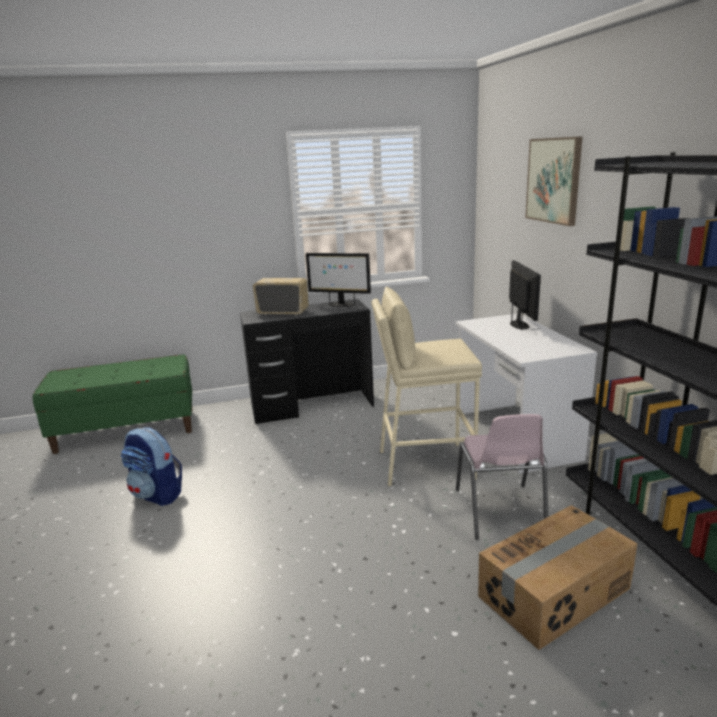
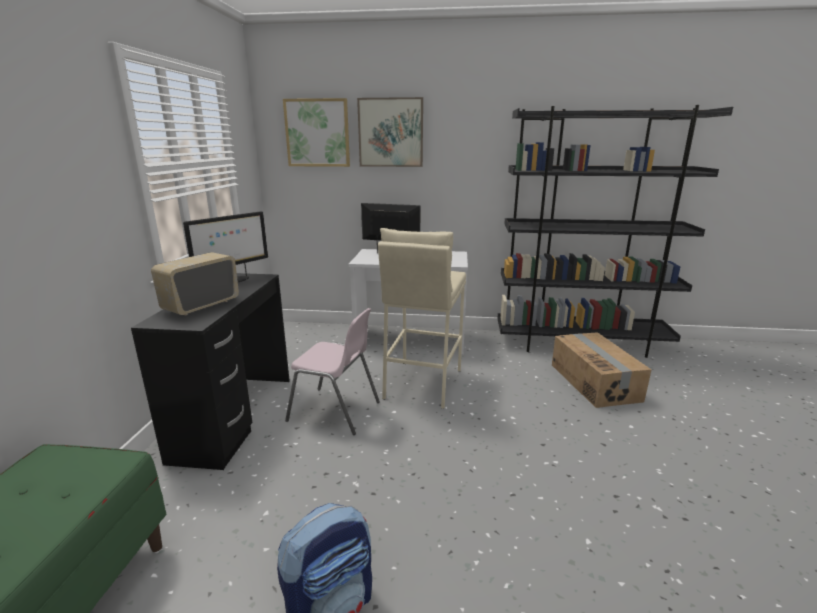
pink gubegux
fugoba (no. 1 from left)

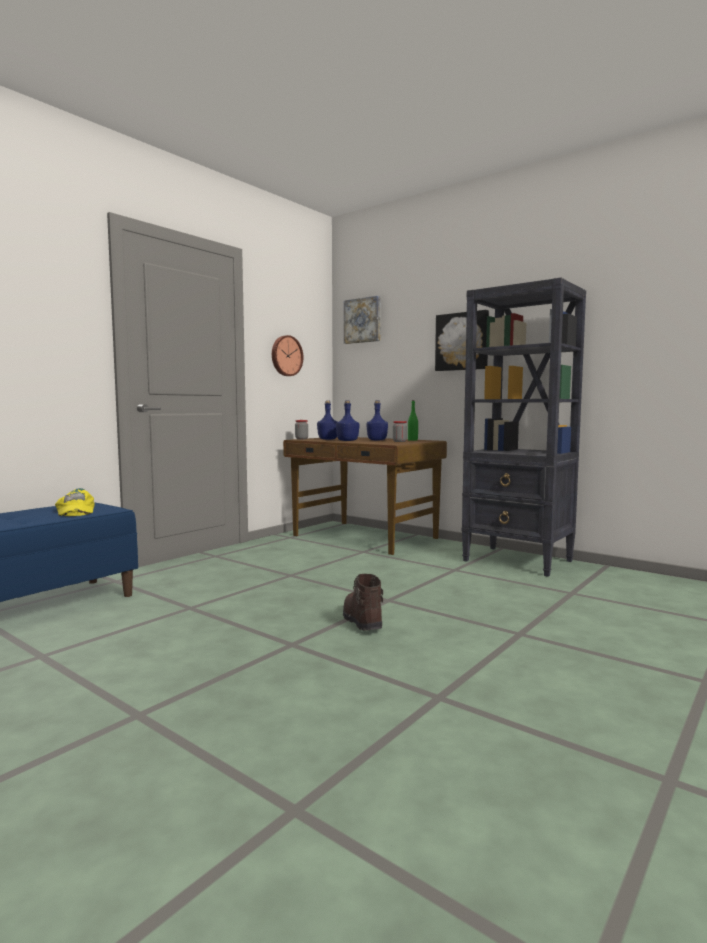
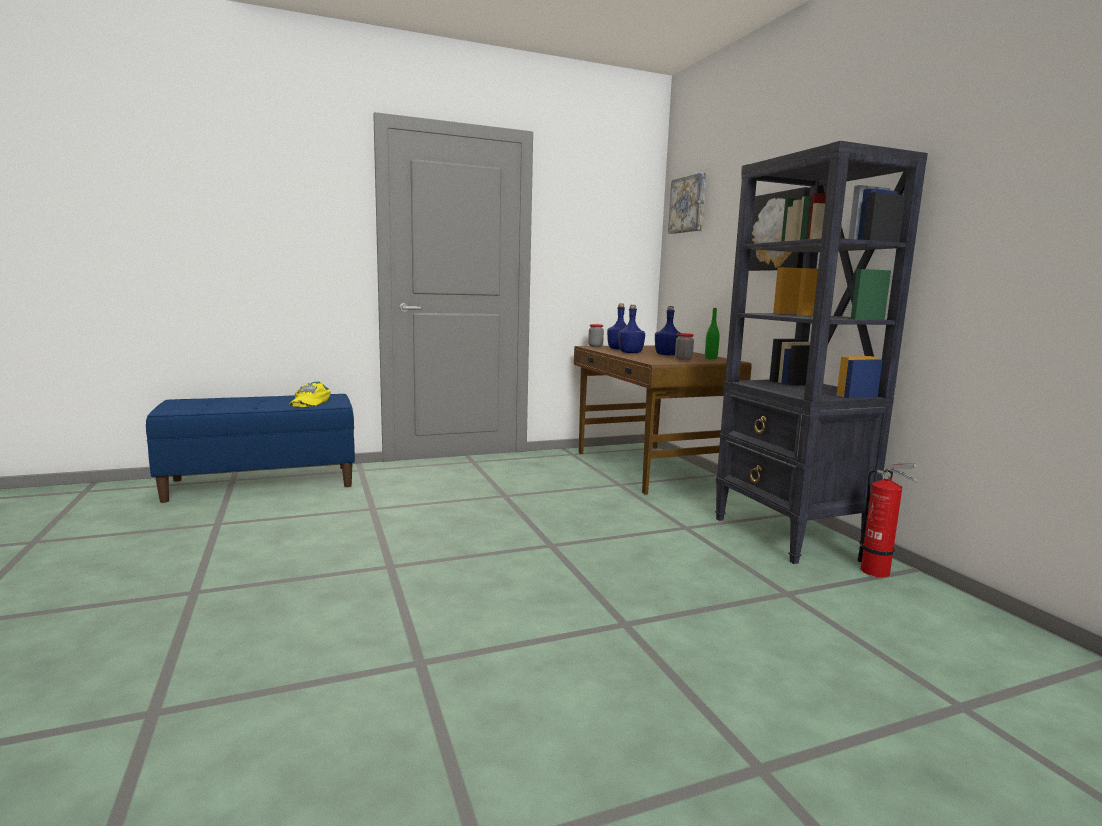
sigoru
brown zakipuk
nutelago

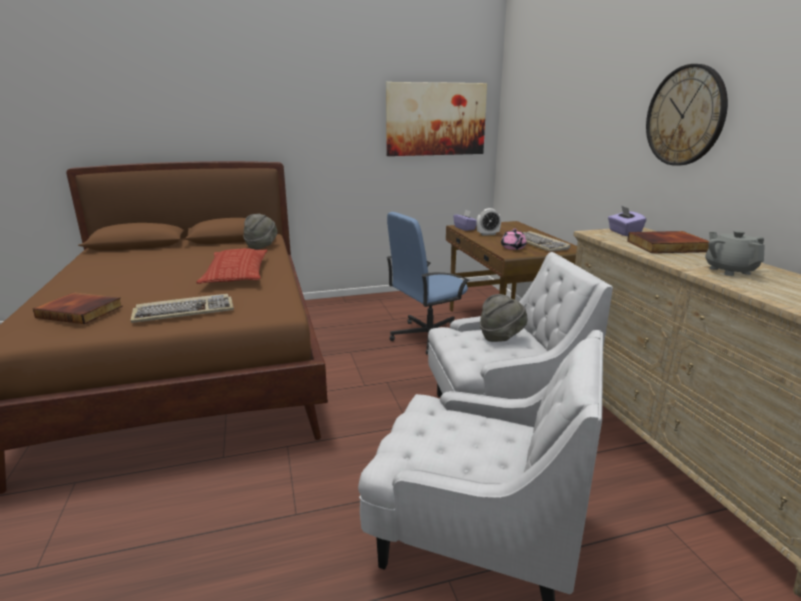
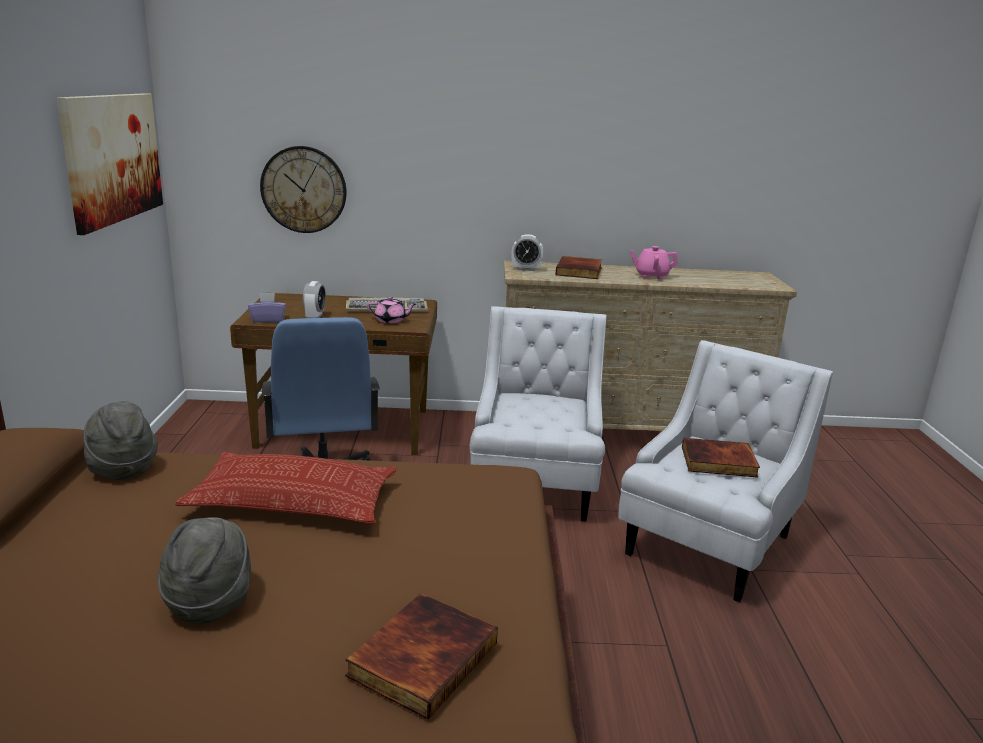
sigoru
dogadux (no. 2 from left)
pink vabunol (no. 2 from left)
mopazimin (no. 1 from left in the first image)
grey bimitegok (no. 2 from left)
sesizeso (no. 3 from left)

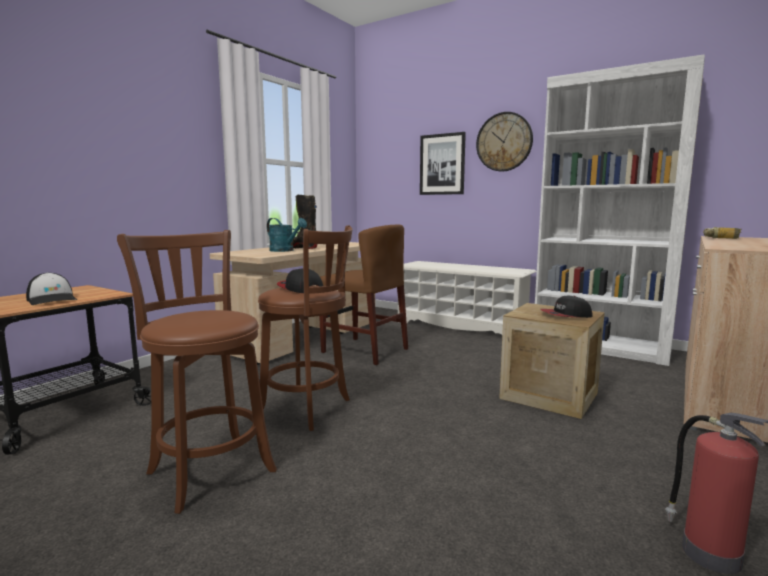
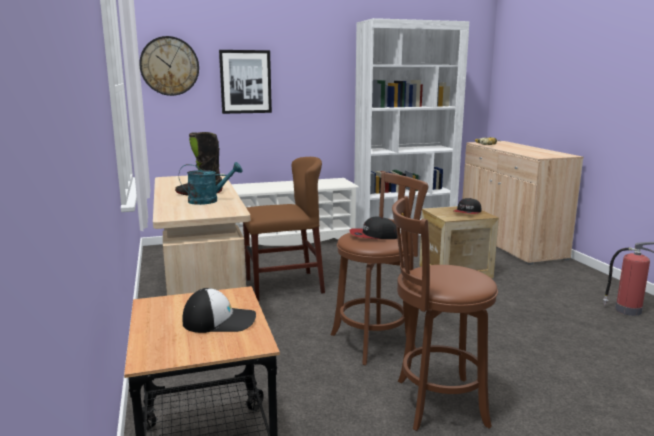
sigoru

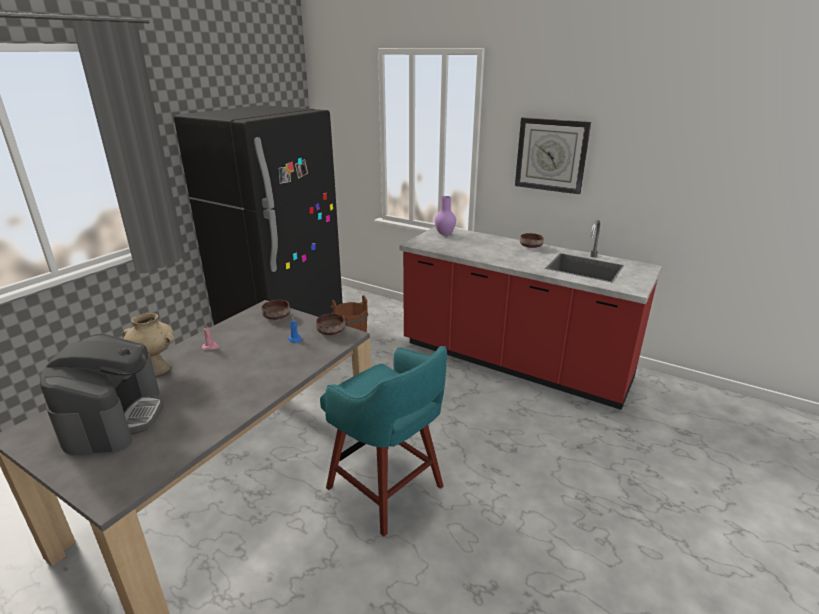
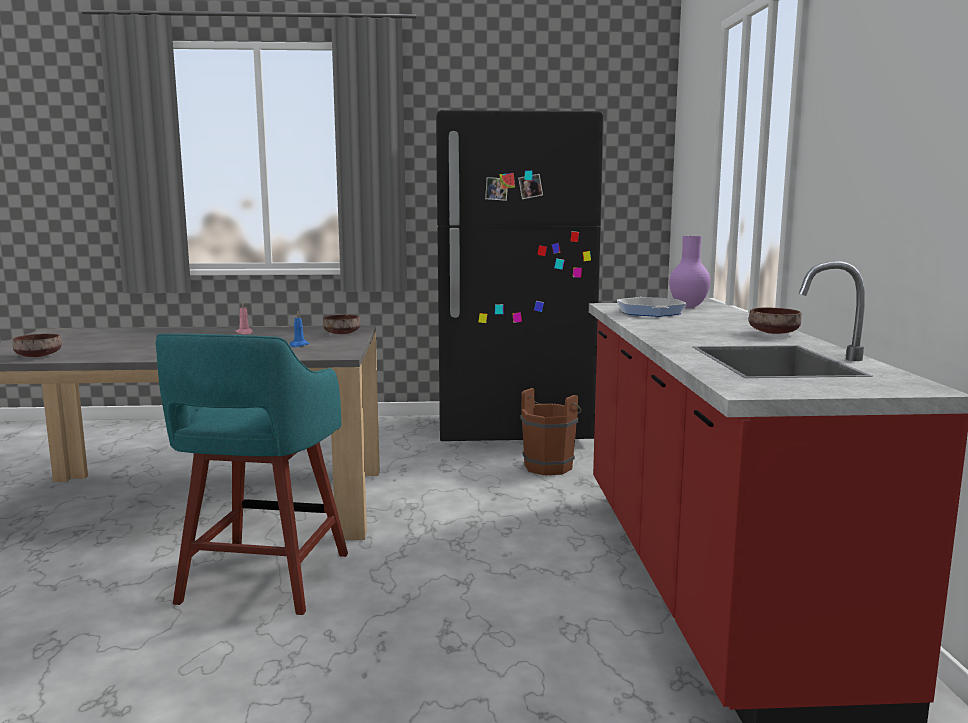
sigoru
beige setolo
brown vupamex (no. 1 from left)
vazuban
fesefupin

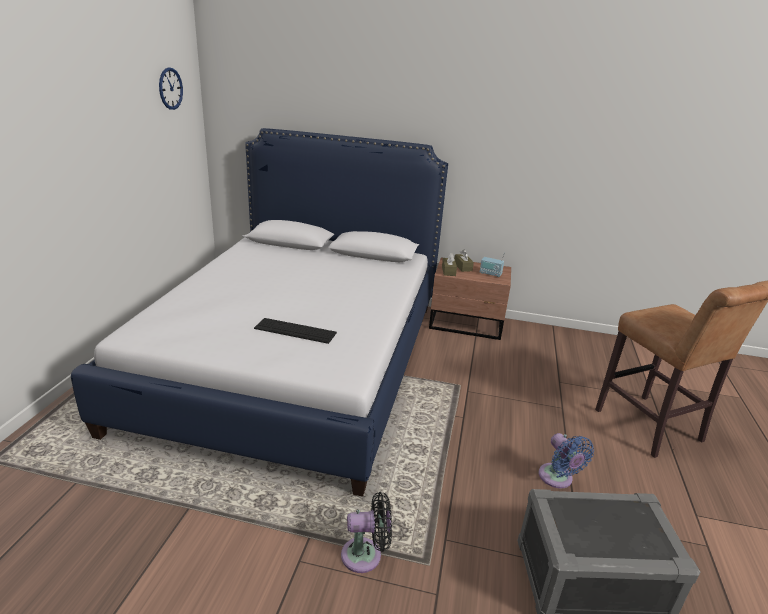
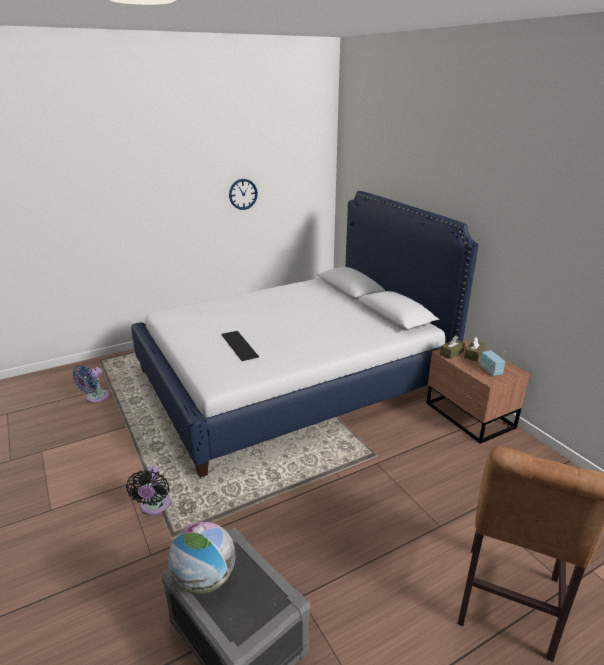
sigoru
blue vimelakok
black vimelakok
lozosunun

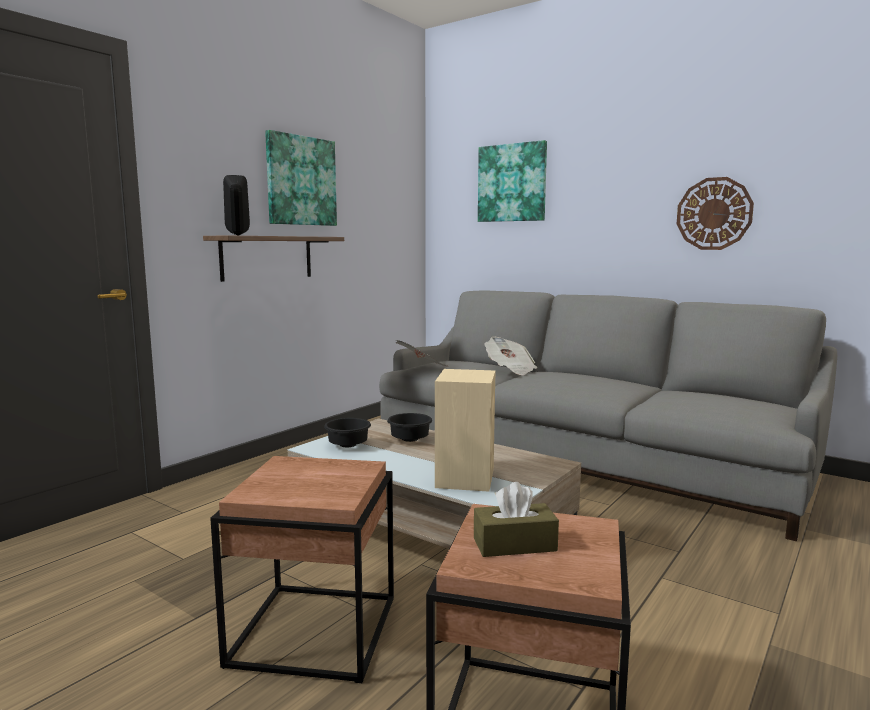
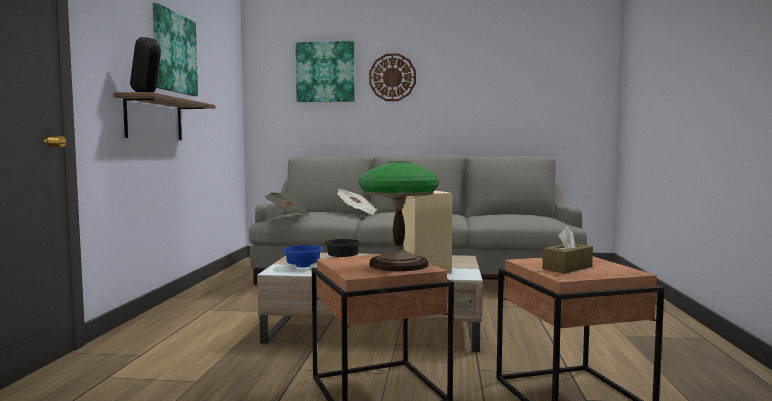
sigoru
blue vupamex
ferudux

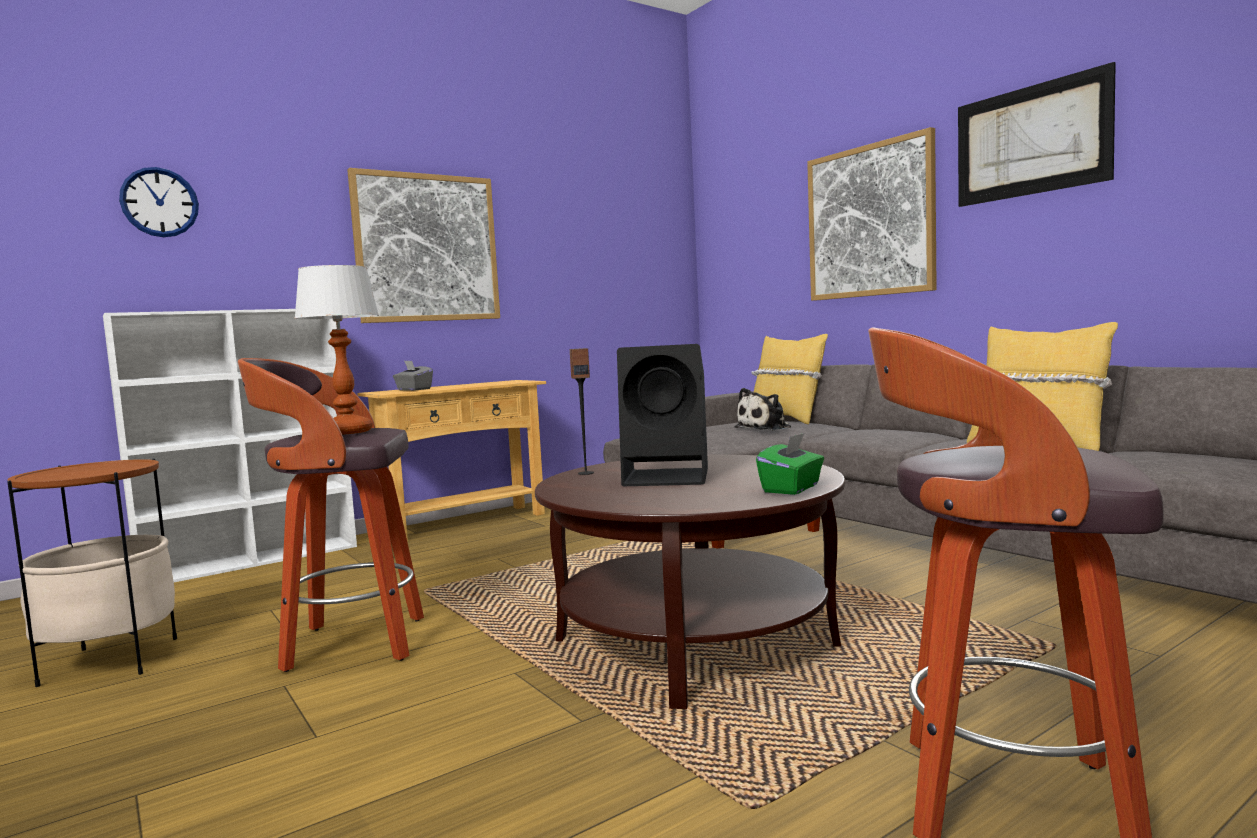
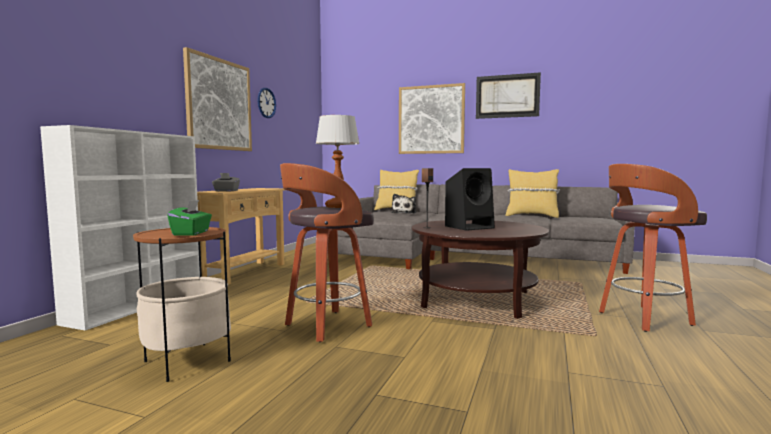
sigoru
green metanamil

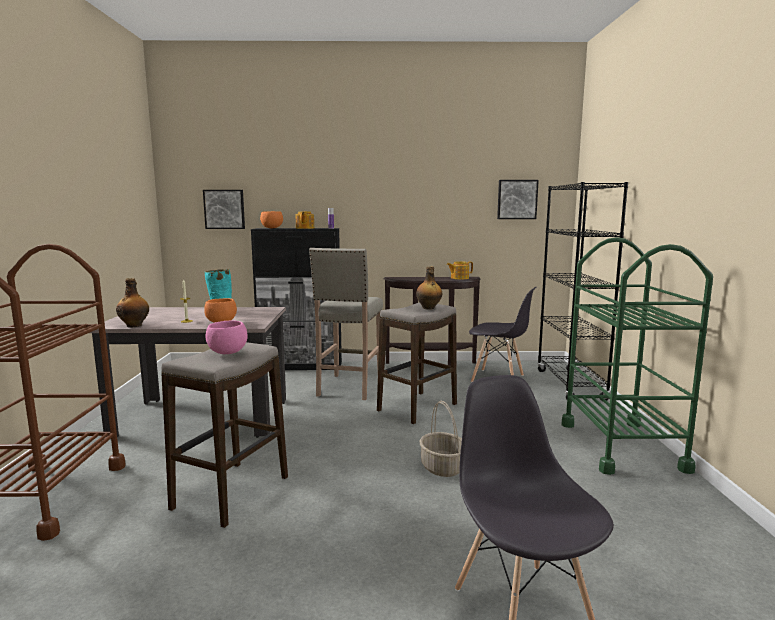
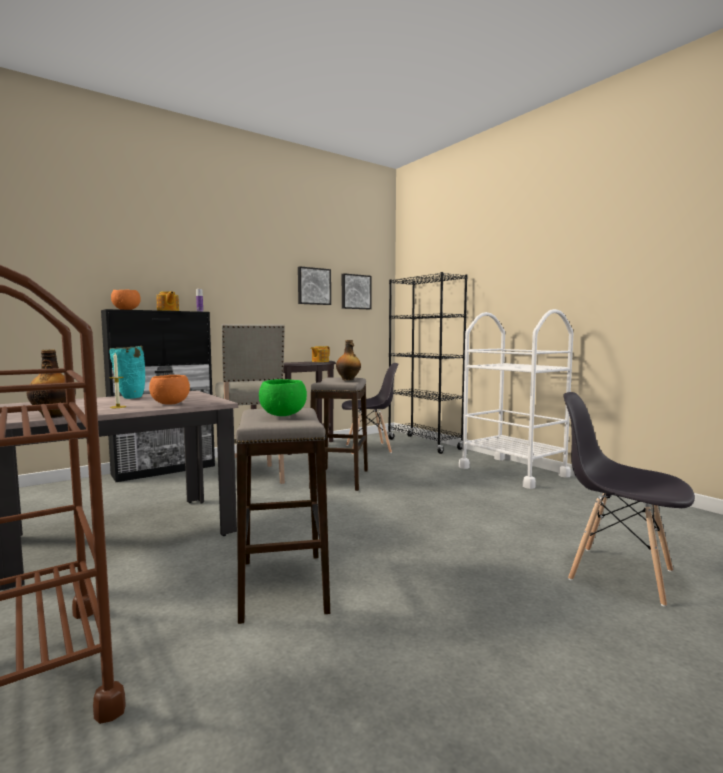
fugoba (no. 1 from left)
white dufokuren
green vupamex
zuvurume

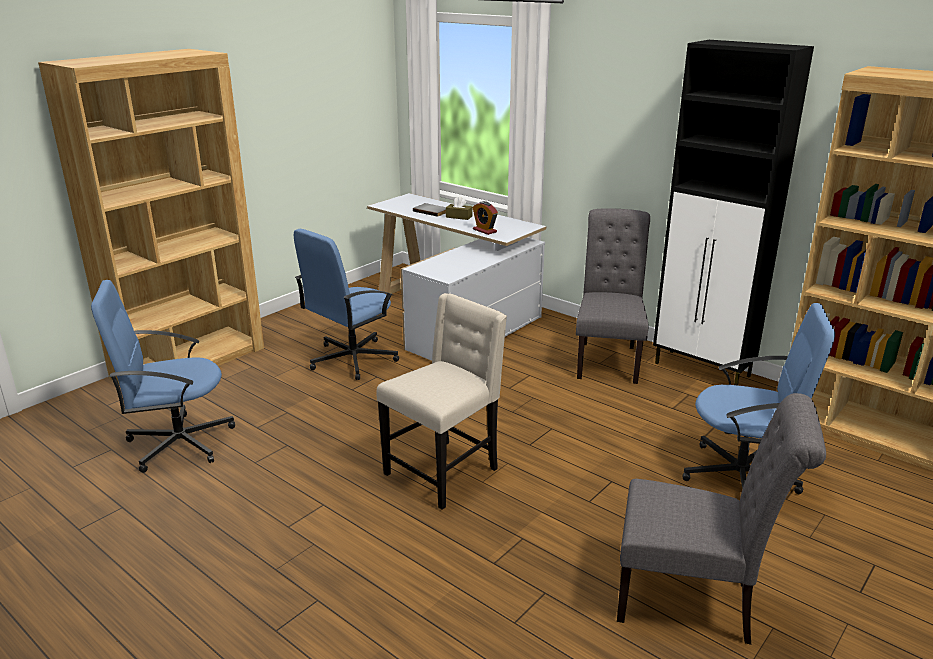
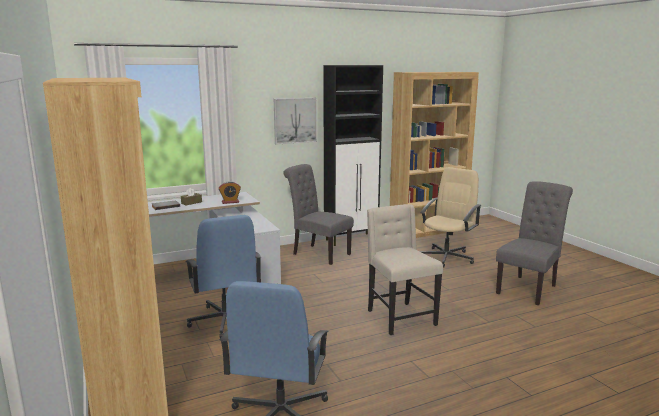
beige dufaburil
fugoba

